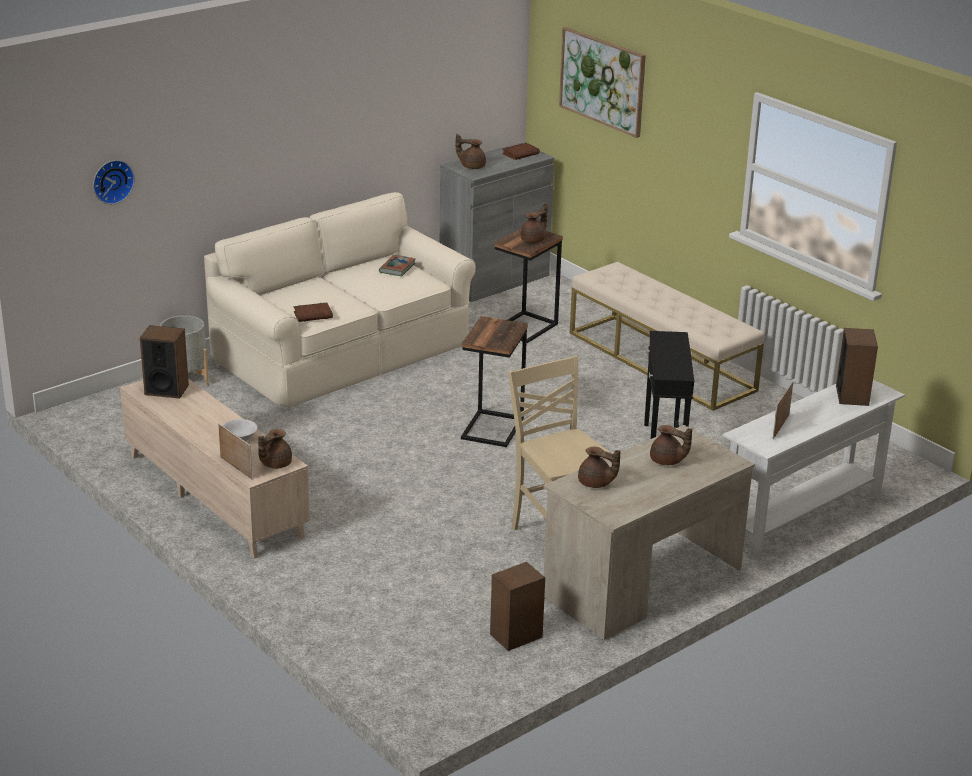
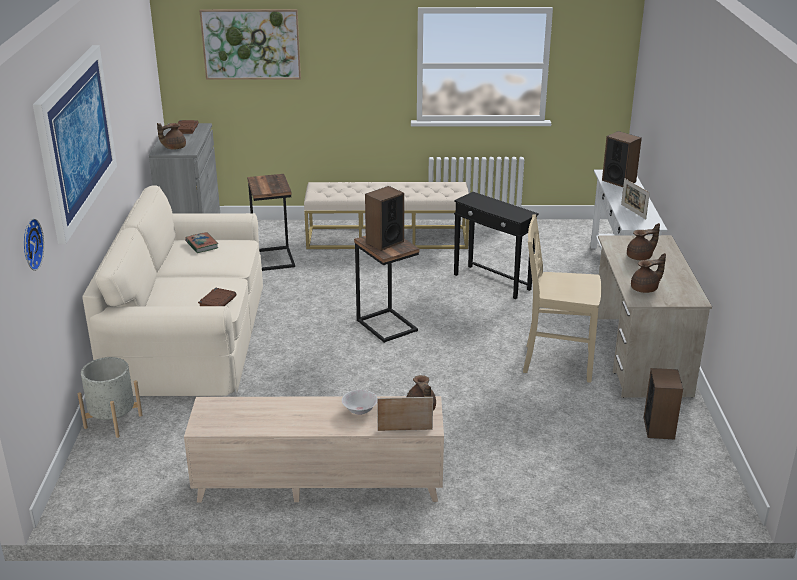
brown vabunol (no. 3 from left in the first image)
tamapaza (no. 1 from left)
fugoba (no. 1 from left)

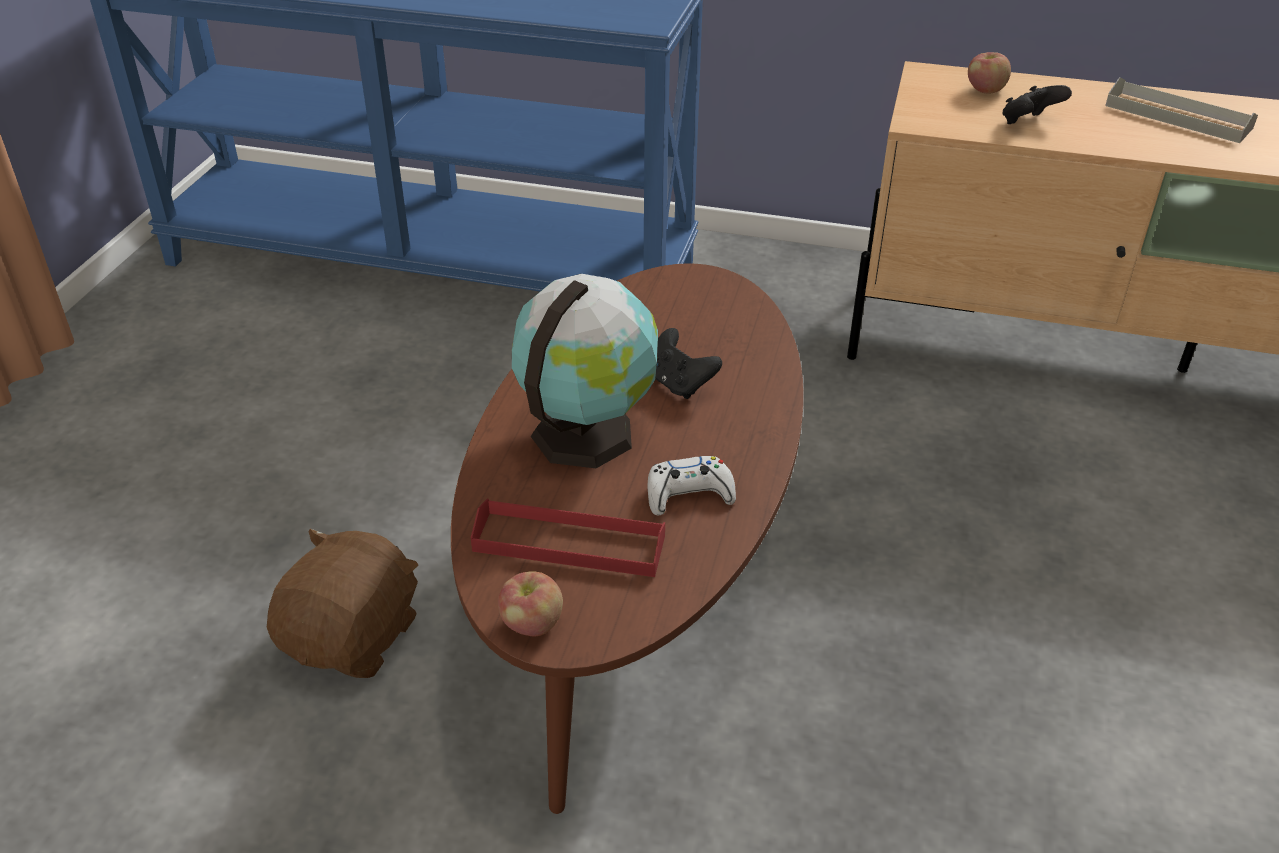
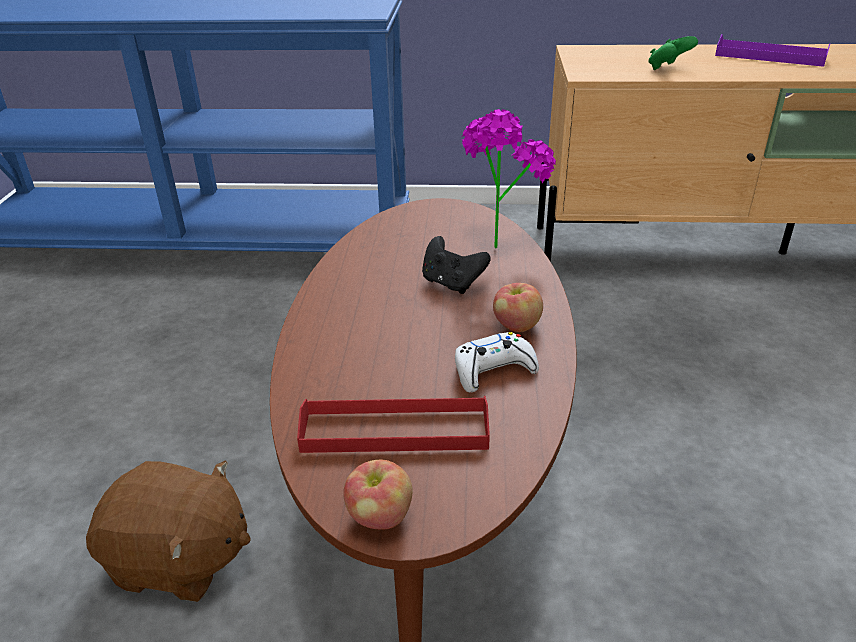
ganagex (no. 2 from left)
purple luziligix
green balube
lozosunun
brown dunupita
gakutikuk

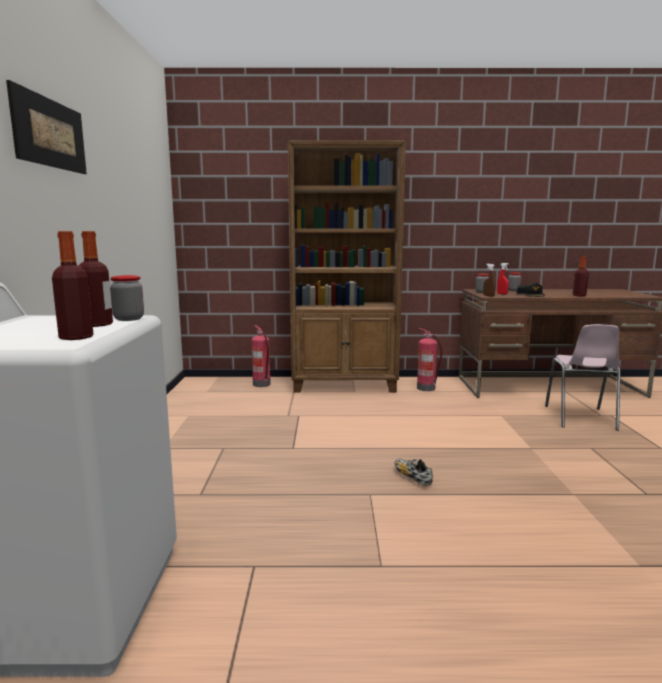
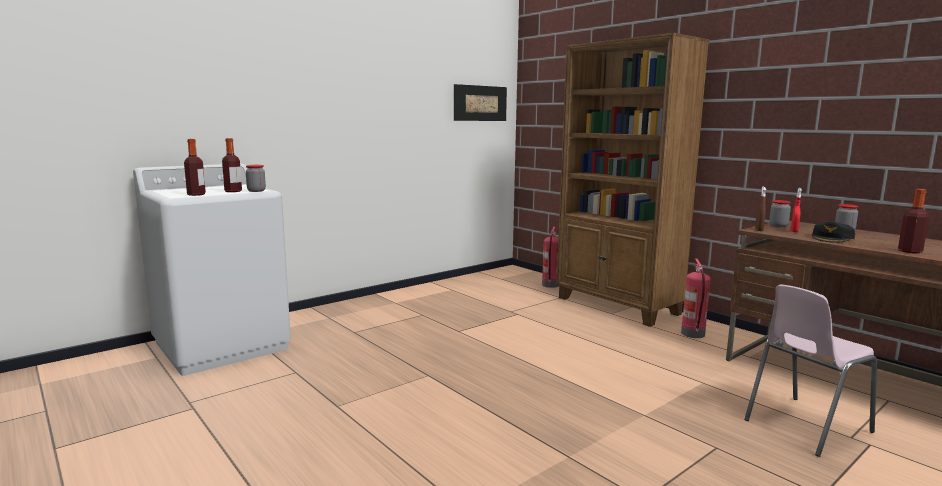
fugoba
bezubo

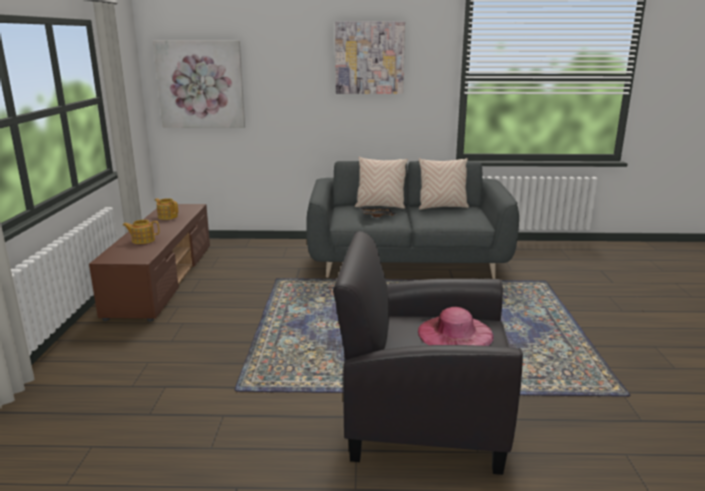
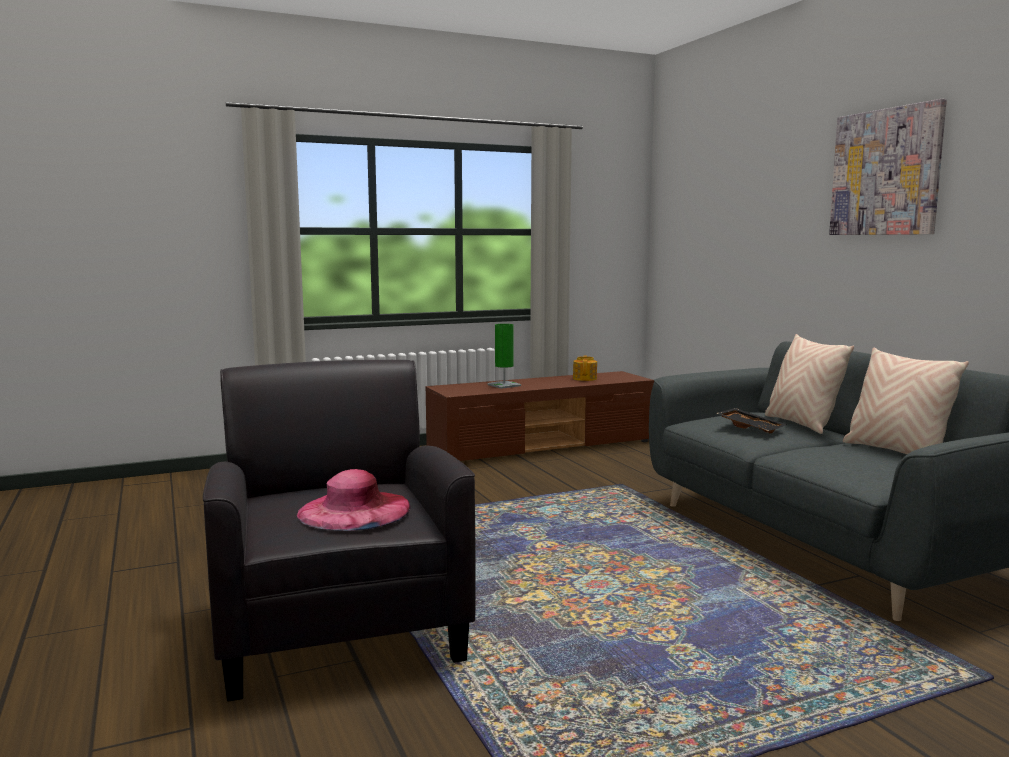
fugoba (no. 1 from left in the first image)
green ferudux

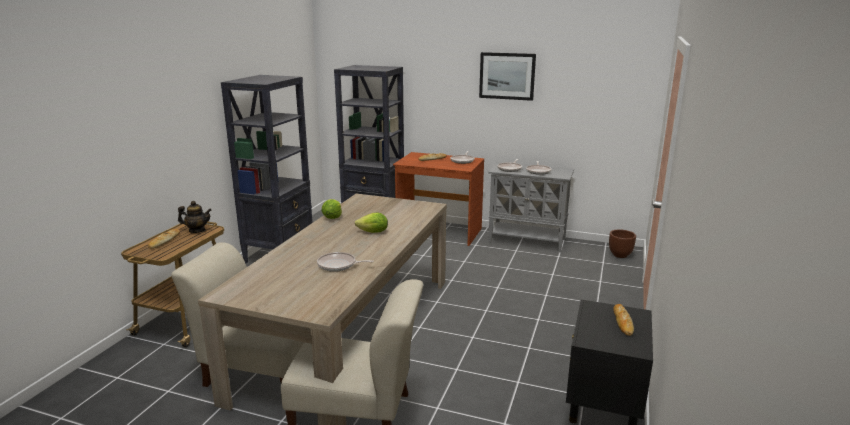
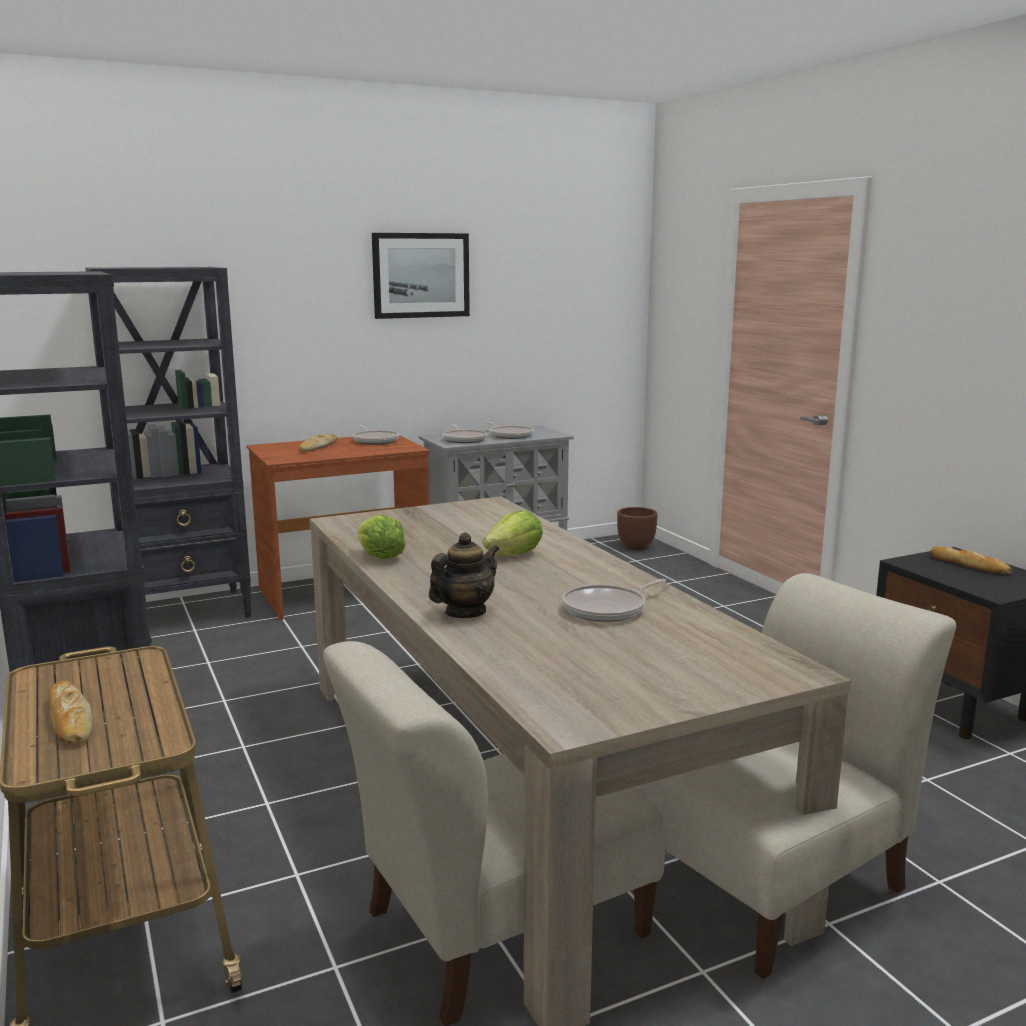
vabunol

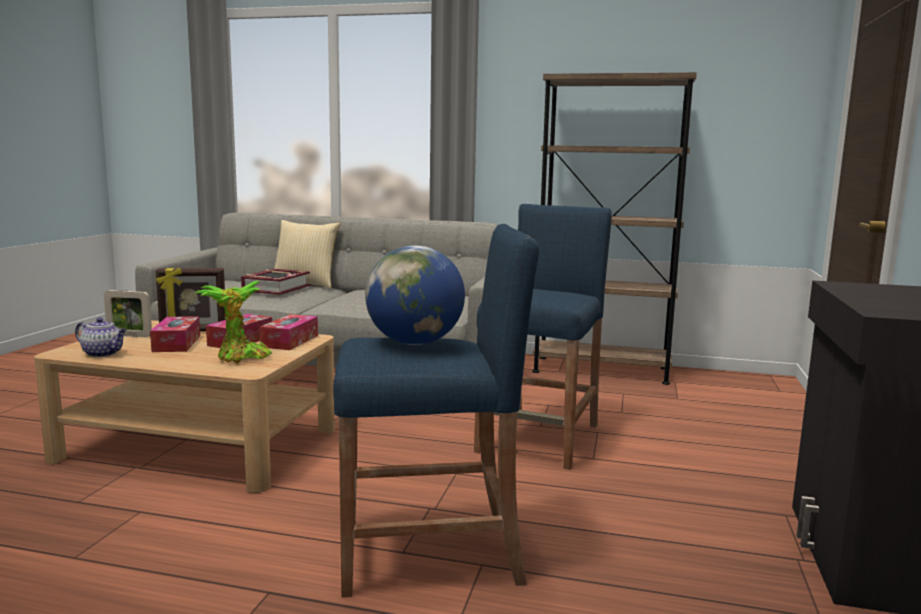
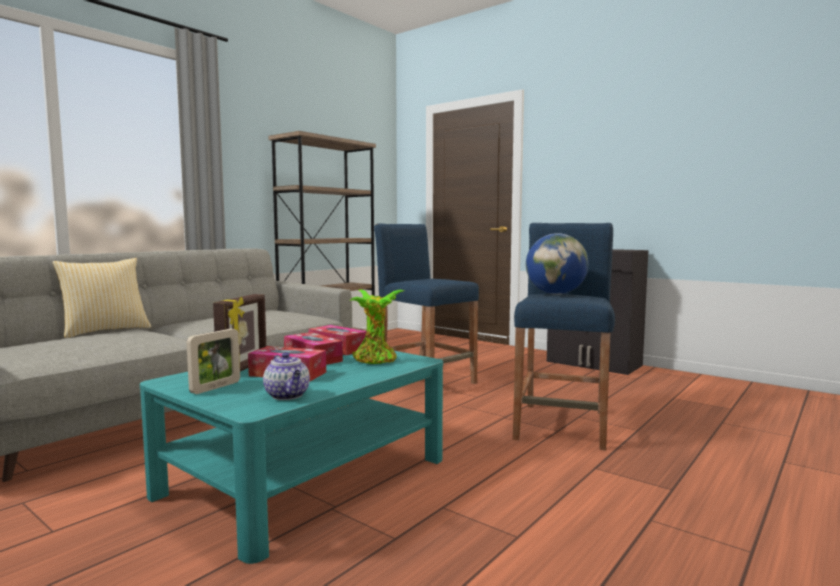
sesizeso
vabunol
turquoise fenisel

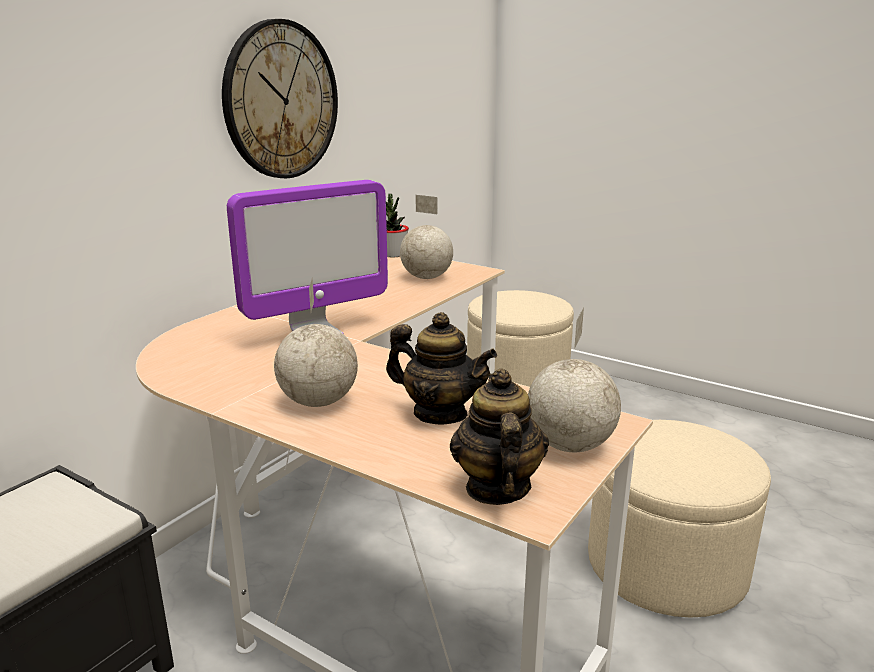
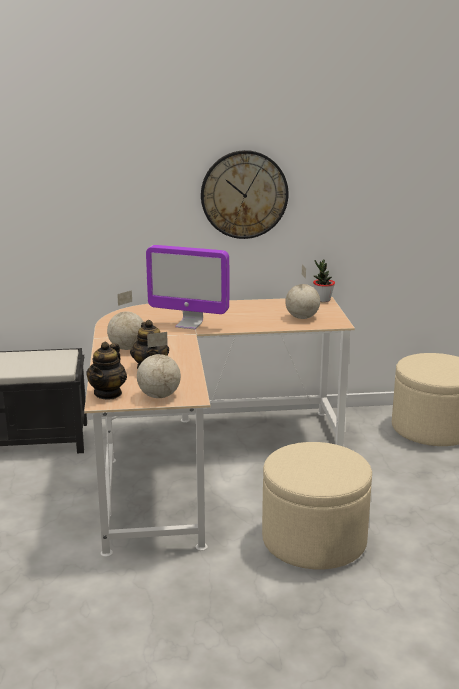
vabunol (no. 1 from left)

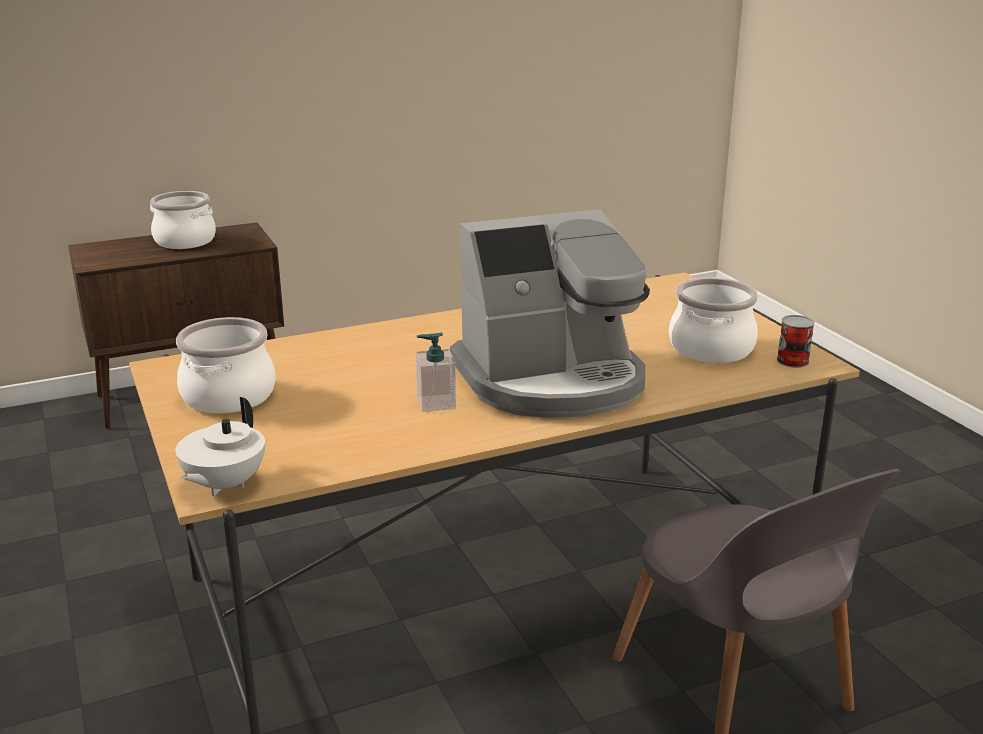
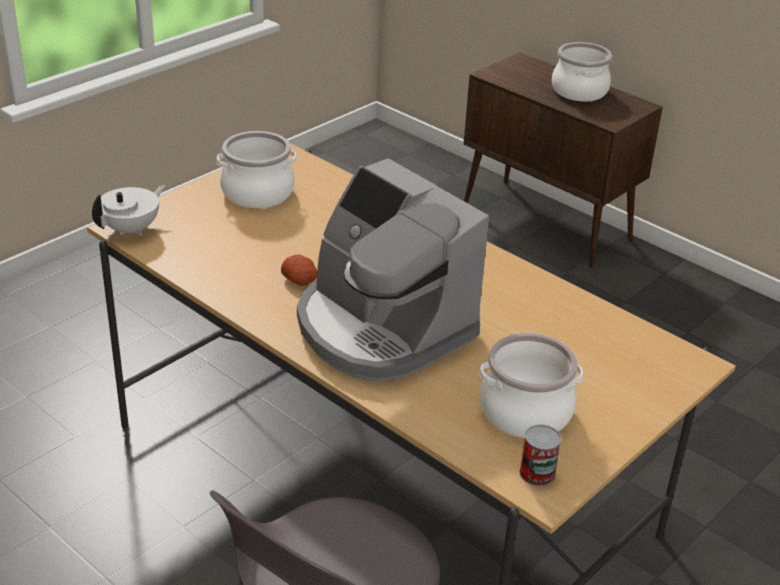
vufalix
white vabunol

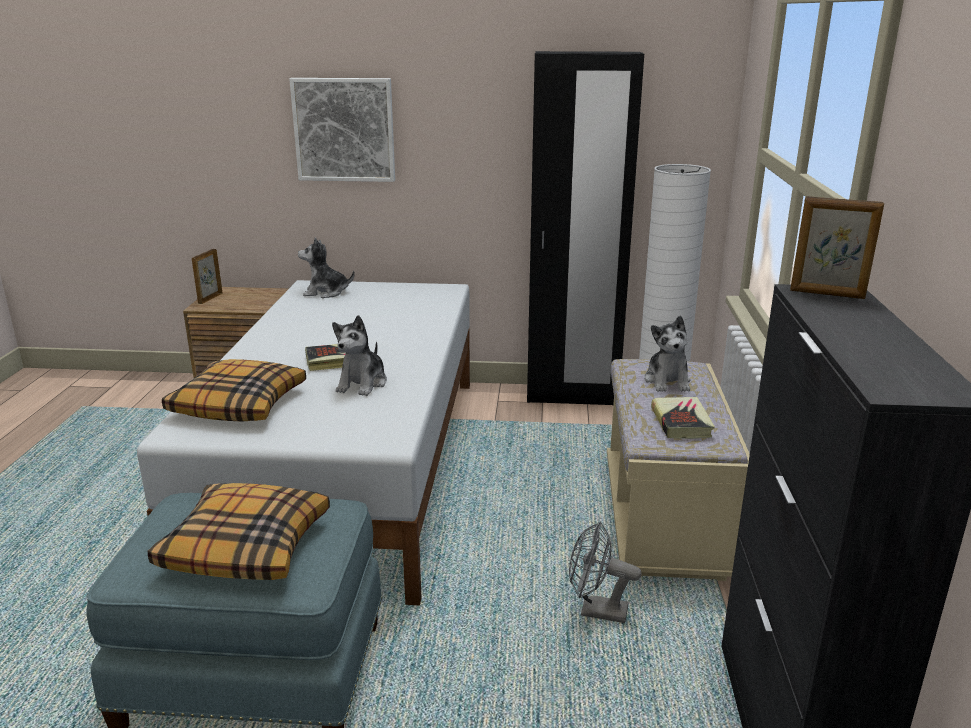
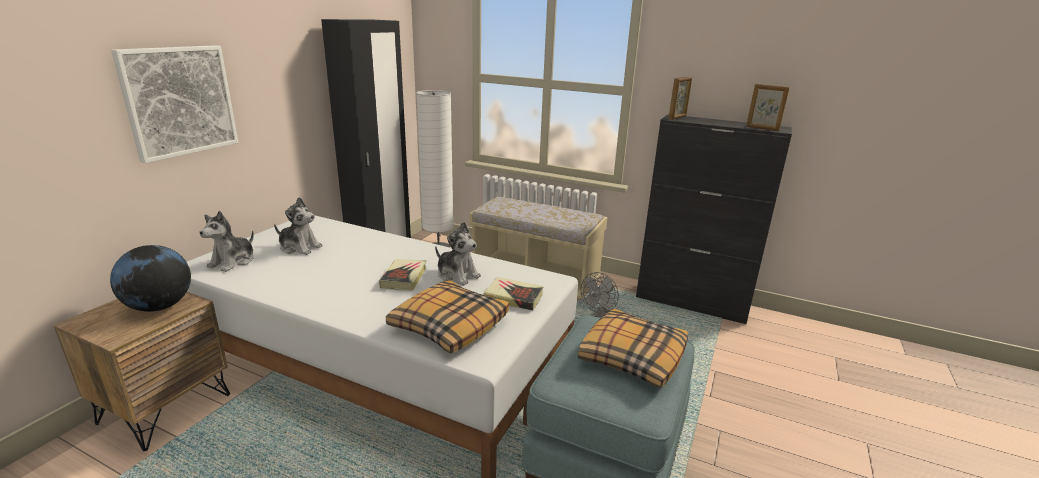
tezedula (no. 2 from left)
dunupita (no. 2 from left)
sesizeso (no. 2 from left)
lozosunun

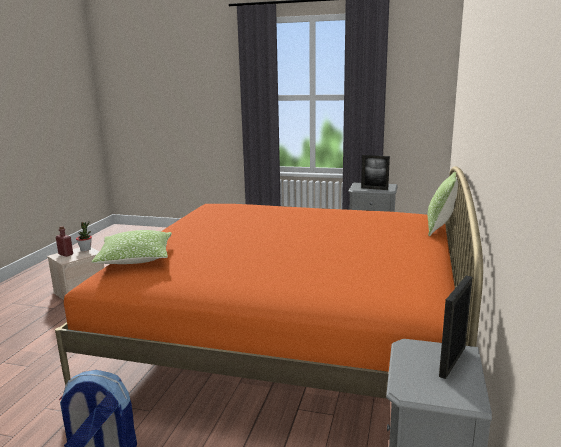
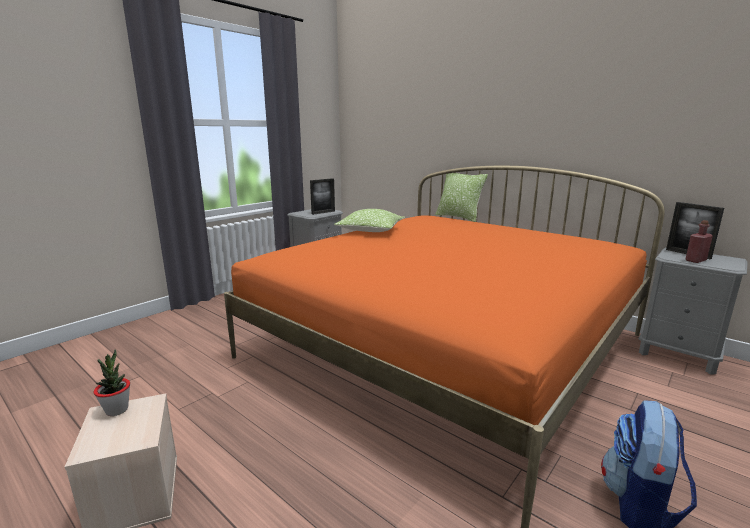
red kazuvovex
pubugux (no. 1 from left)

